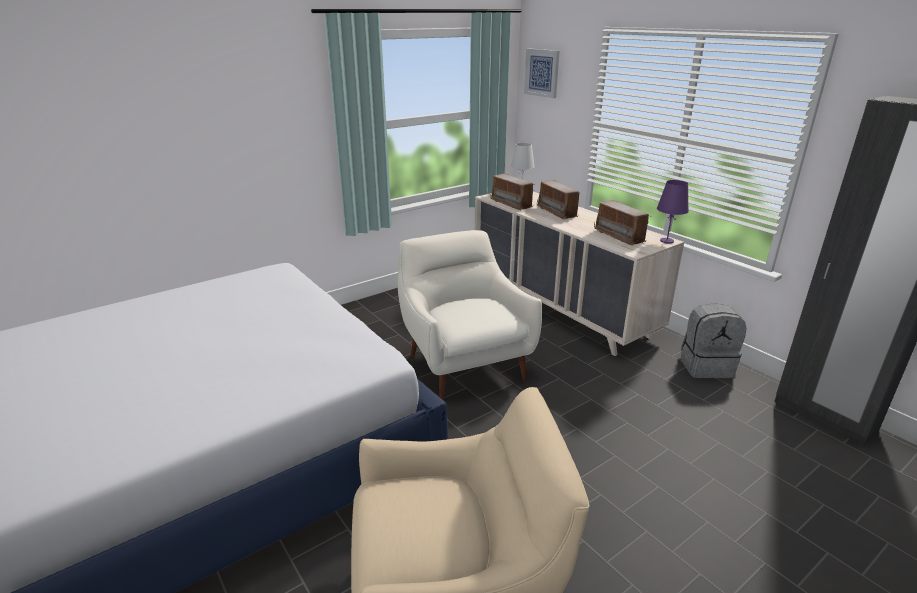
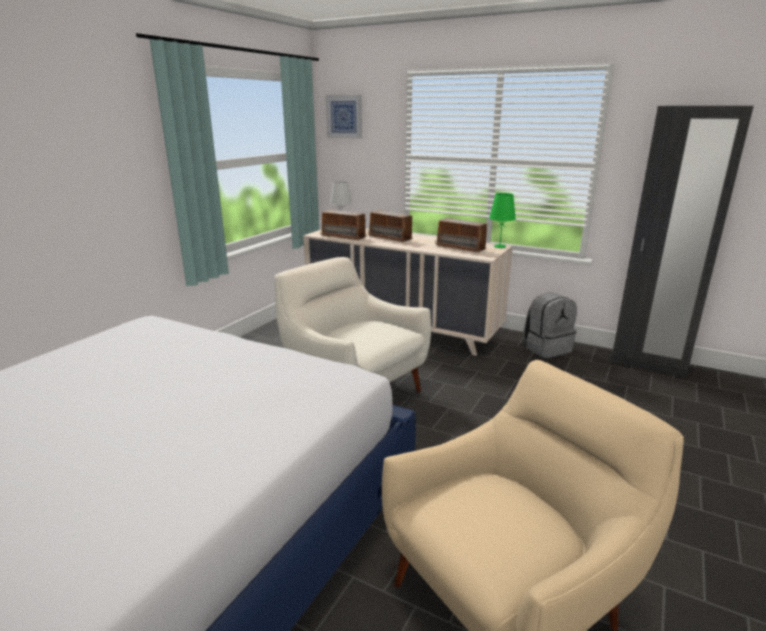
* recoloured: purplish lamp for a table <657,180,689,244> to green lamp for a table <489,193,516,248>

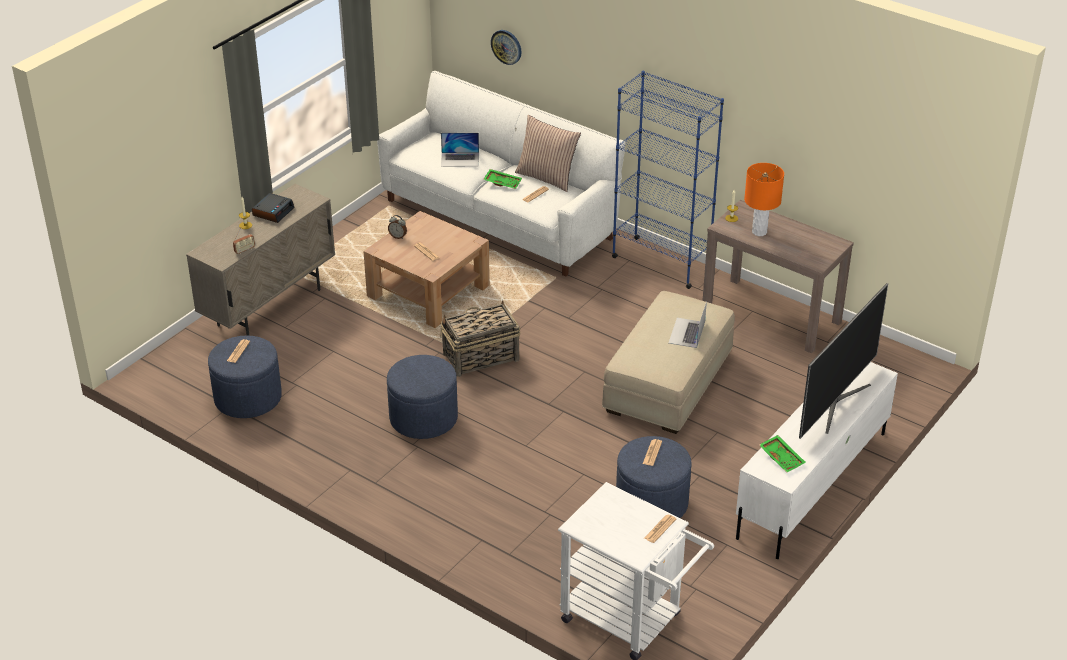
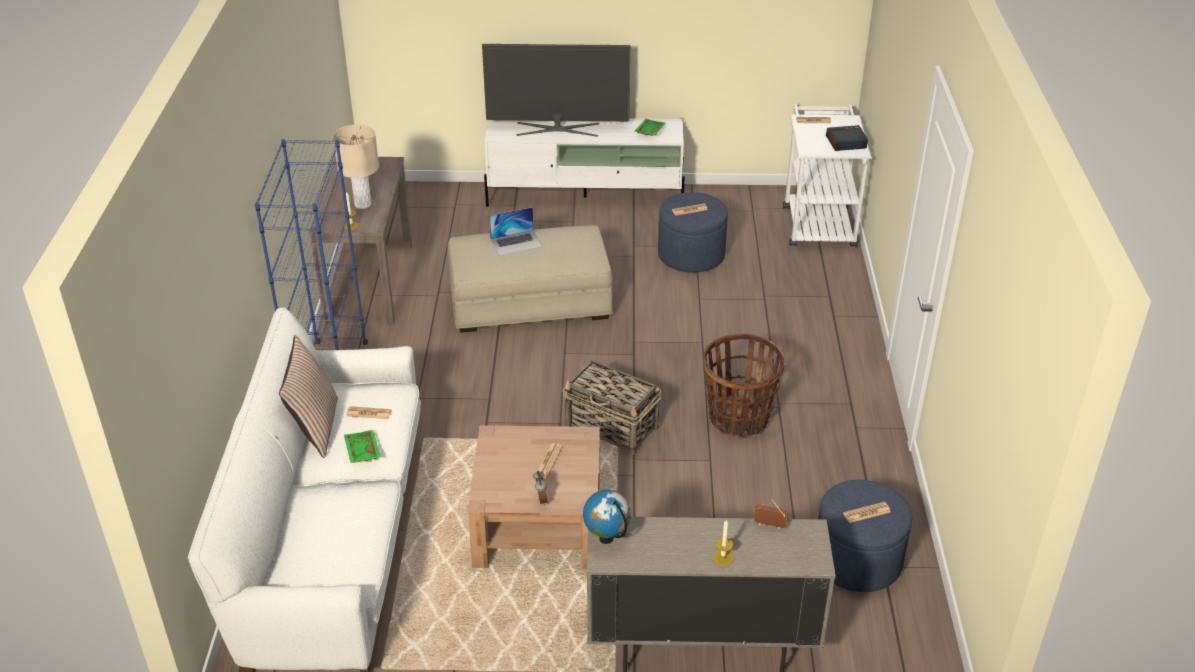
* removed: clock on the wall <491,30,521,65>
* removed: portable computer <441,132,479,167>
* recoloured: orangey lamp for a table <744,163,784,236> to beige lamp for a table <333,125,379,209>
* moved: alarm clock <252,193,294,223> to <826,125,868,151>
* replaced: blue ottoman <387,355,458,439> to basket <703,333,785,437>
* added: world globe <583,490,631,544>

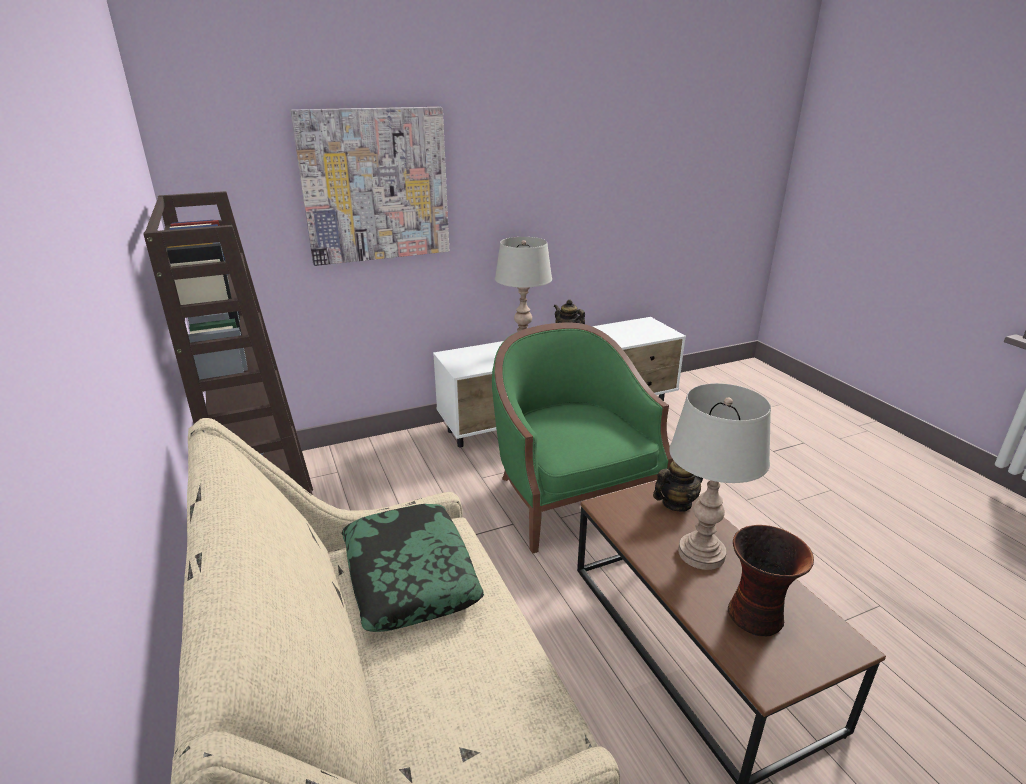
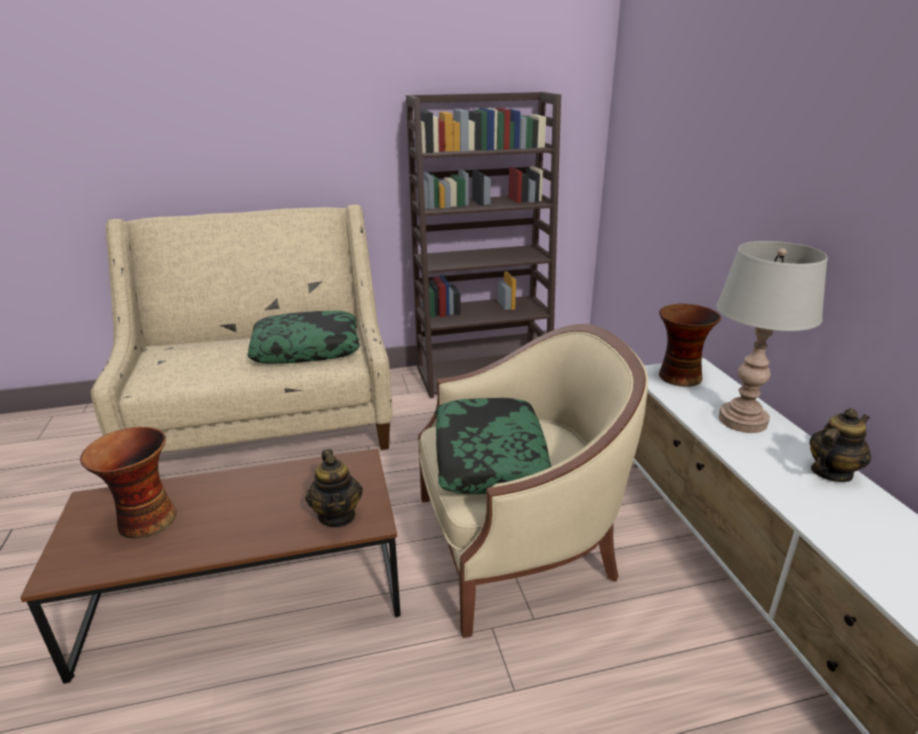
* removed: wall art <291,107,449,266>
* recoloured: green lounge chair <492,322,673,554> to beige lounge chair <418,324,648,638>
* removed: grey lamp for a table <669,383,771,570>
* added: flower vase <659,304,721,387>
* added: pillow <435,398,552,494>

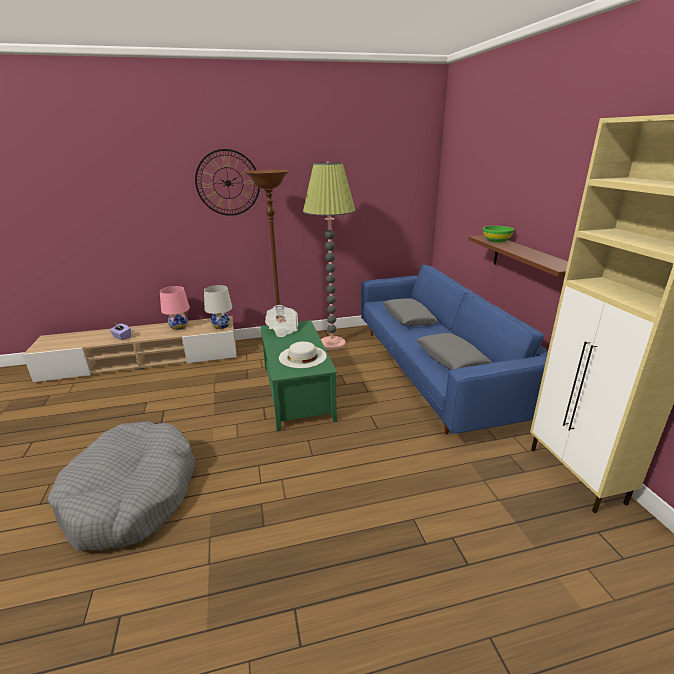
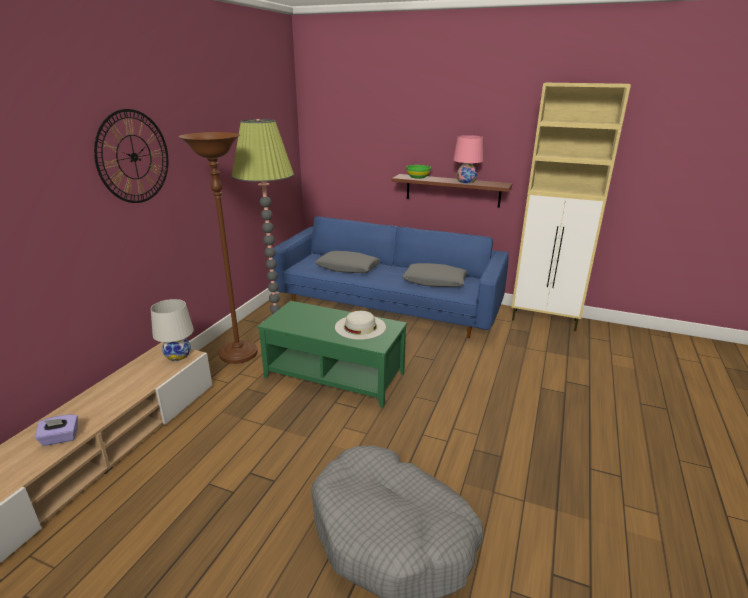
* moved: pinkish lamp for a table <160,286,190,330> to <453,135,483,183>
* removed: newspaper <265,305,298,337>

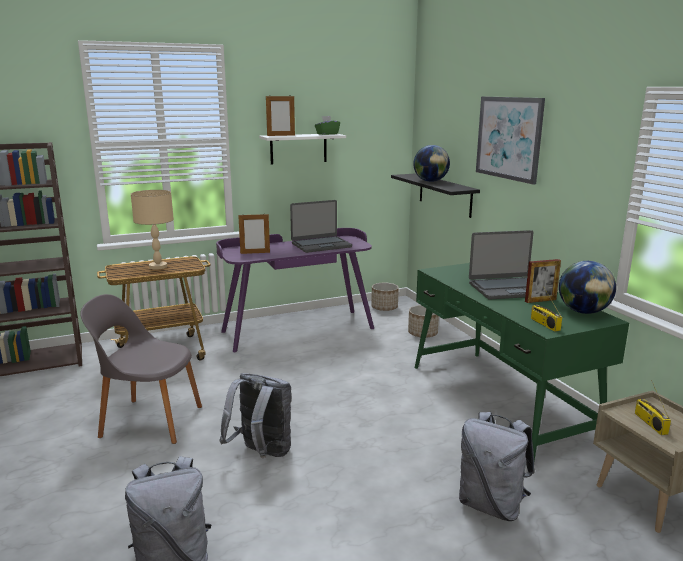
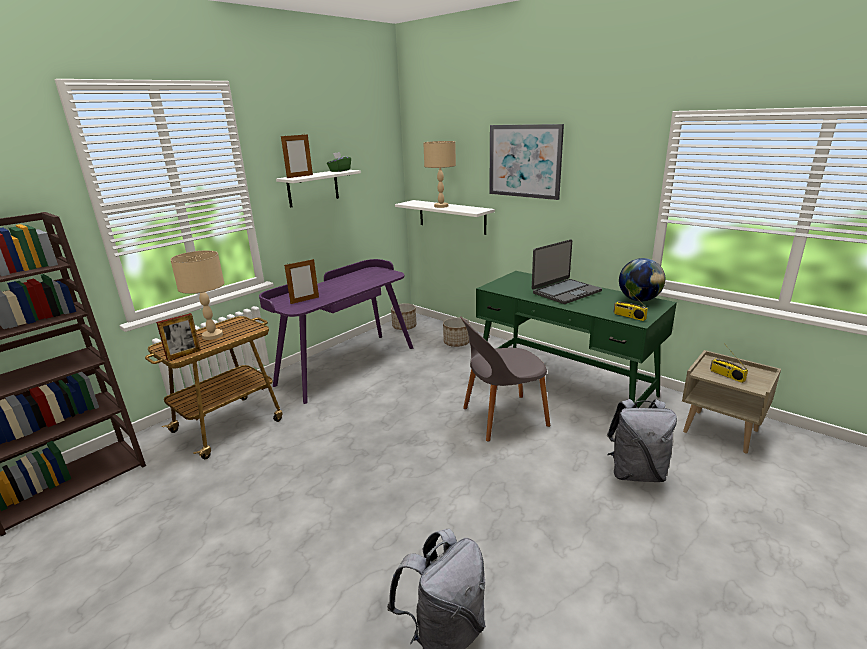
* replaced: world globe <413,145,450,182> to beige lamp for a table <423,141,456,208>
* recoloured: black-coloured wall shelf <391,173,480,218> to white wall shelf <395,200,495,235>
* removed: portable computer <290,200,352,253>
* moved: standing frame <525,259,561,303> to <156,313,201,361>
* moved: grey chair <80,294,202,444> to <460,316,550,442>
* removed: grey rucksack <219,373,291,458>

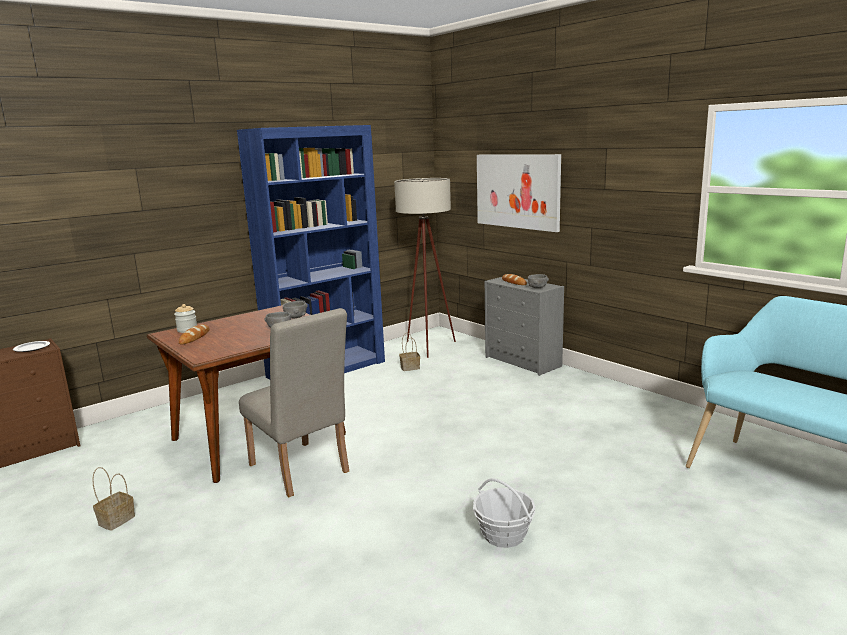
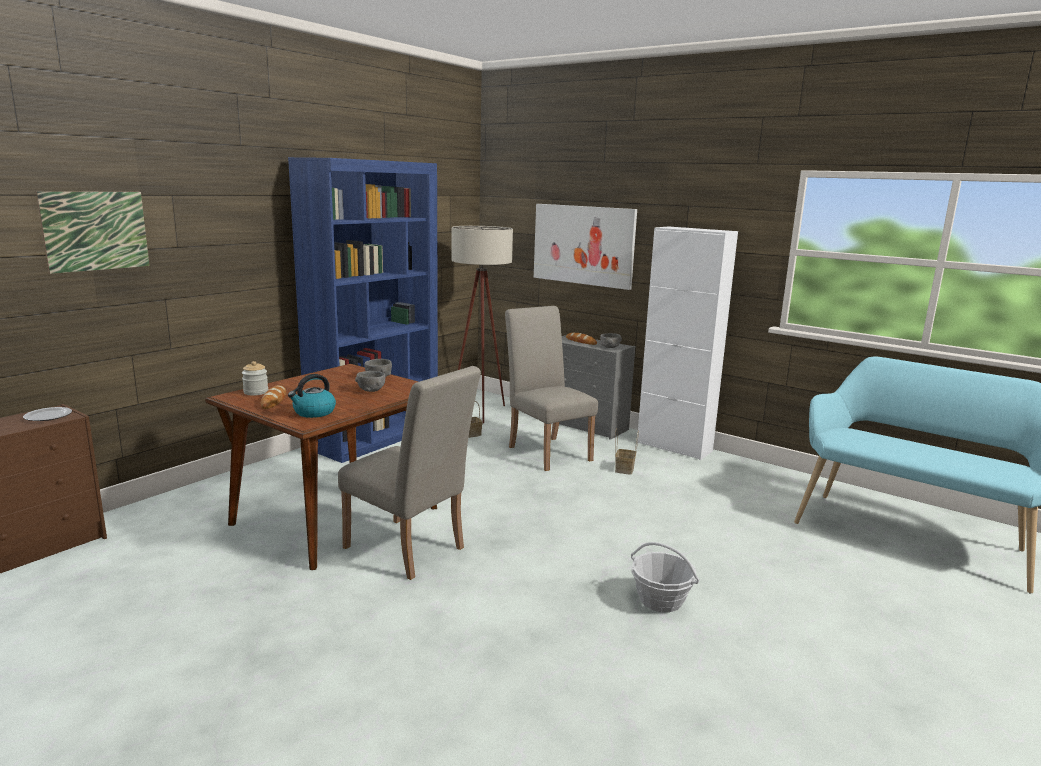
* moved: basket <92,467,135,531> to <615,428,639,475>
* added: wall art <36,191,150,274>
* added: white cabinet <637,226,738,460>
* added: beige chair <505,306,598,471>
* added: tea kettle <288,374,336,418>

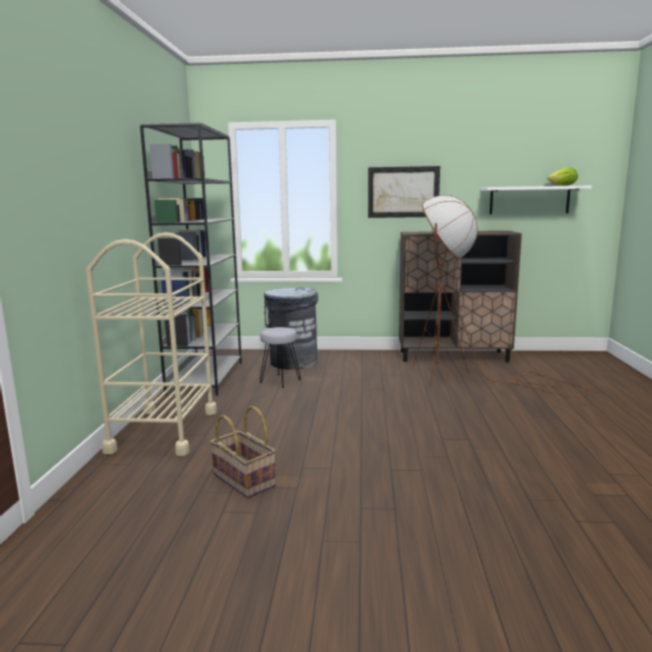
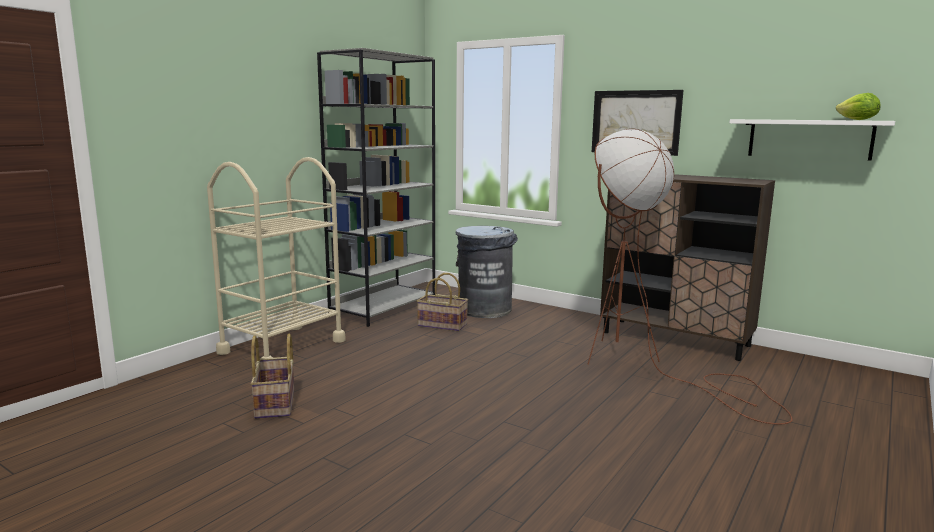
* replaced: grey stool seat <260,327,301,388> to basket <417,273,468,331>

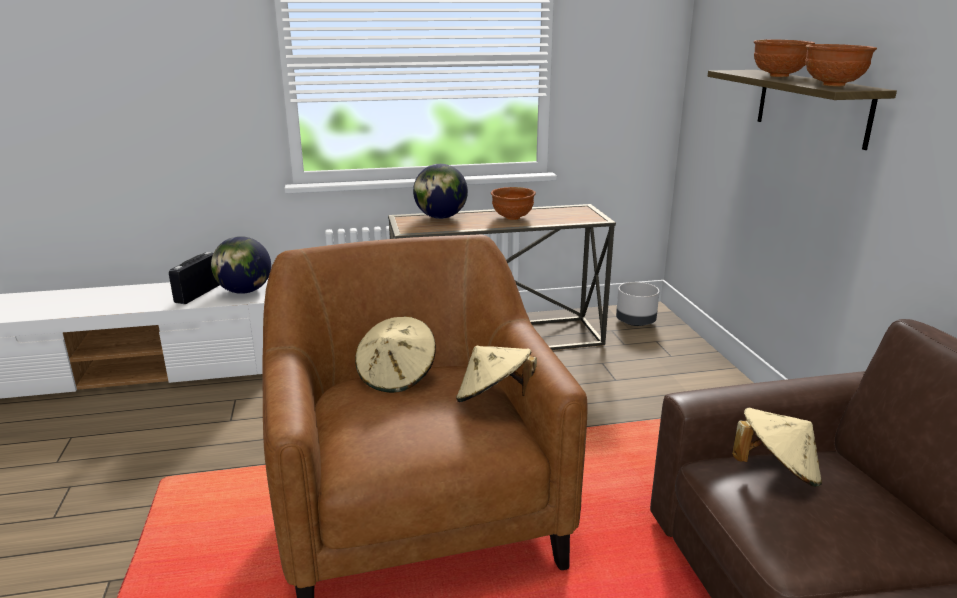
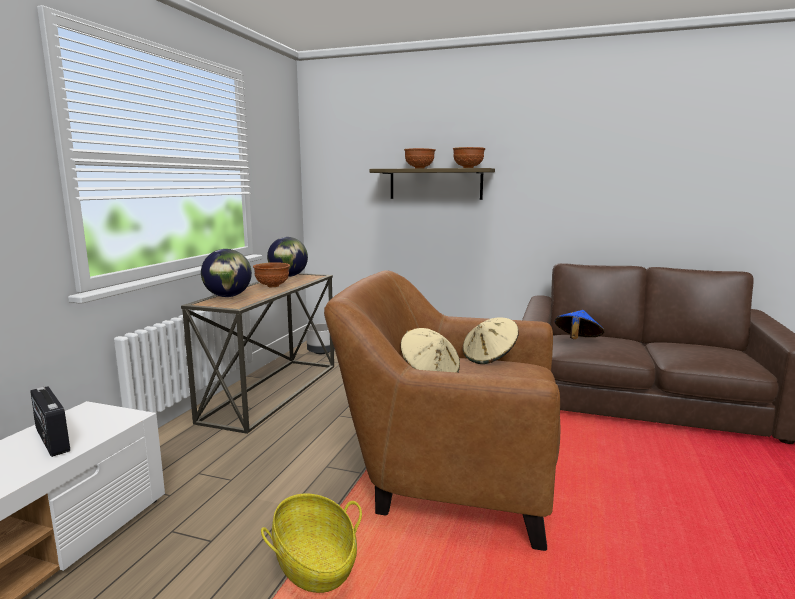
* moved: world globe <211,236,271,294> to <267,237,308,277>
* recoloured: beige wearable hat <732,408,822,487> to blue wearable hat <555,310,605,339>
* added: basket <261,493,362,593>

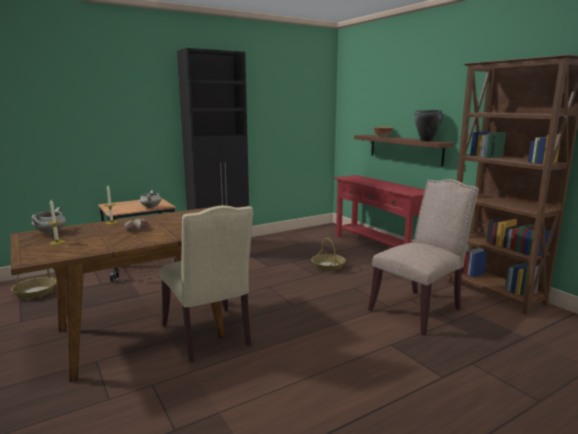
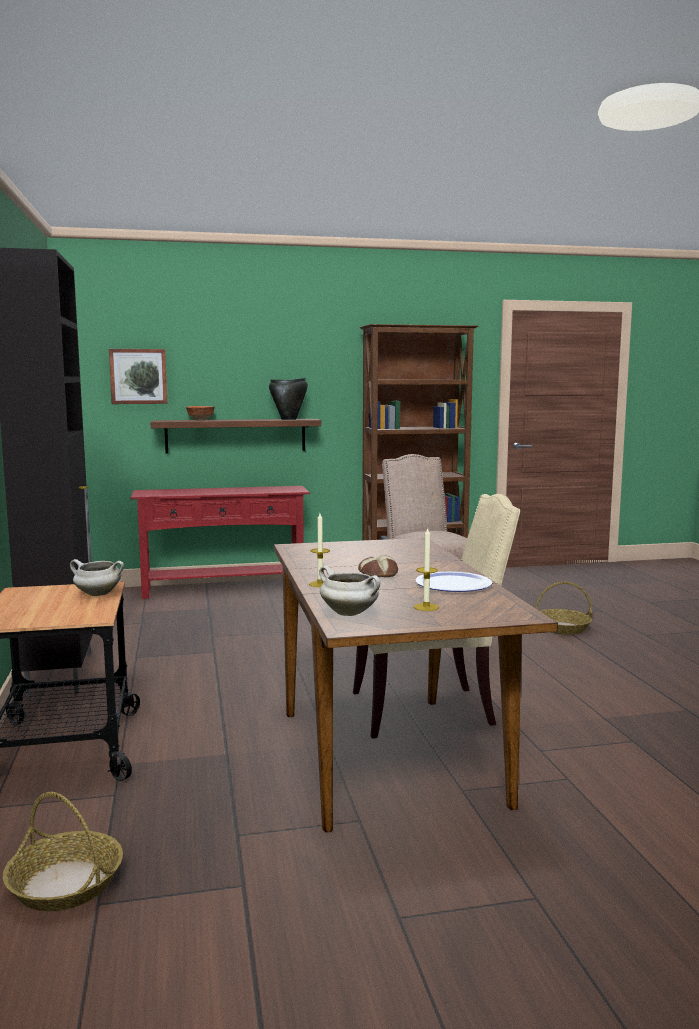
* moved: basket <311,237,346,271> to <535,581,593,634>
* added: wall art <109,349,167,404>
* added: dinner plate <415,571,493,592>

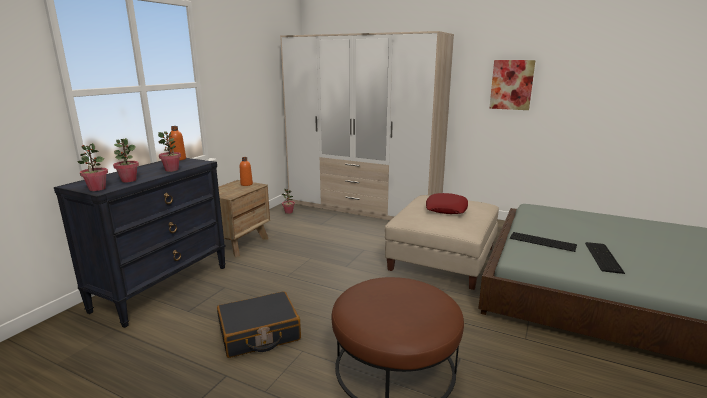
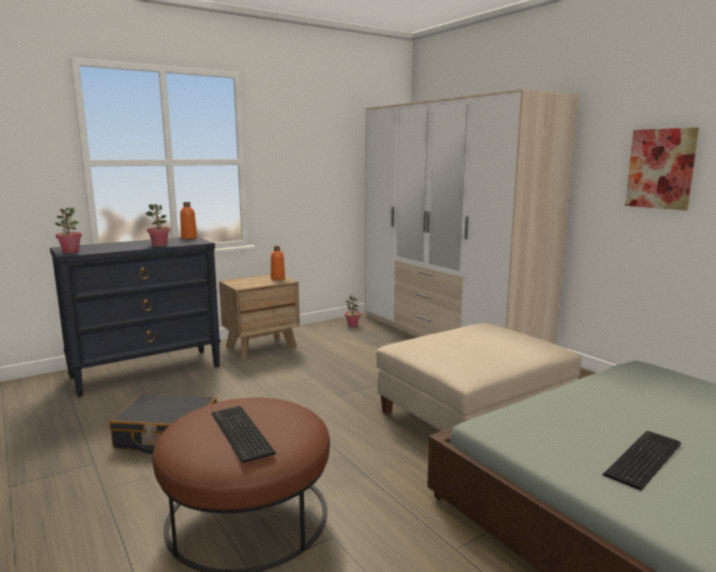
* removed: potted plant <113,138,139,182>
* removed: red pillow <426,193,468,214>
* moved: PC keyboard <510,232,577,252> to <212,406,276,463>

